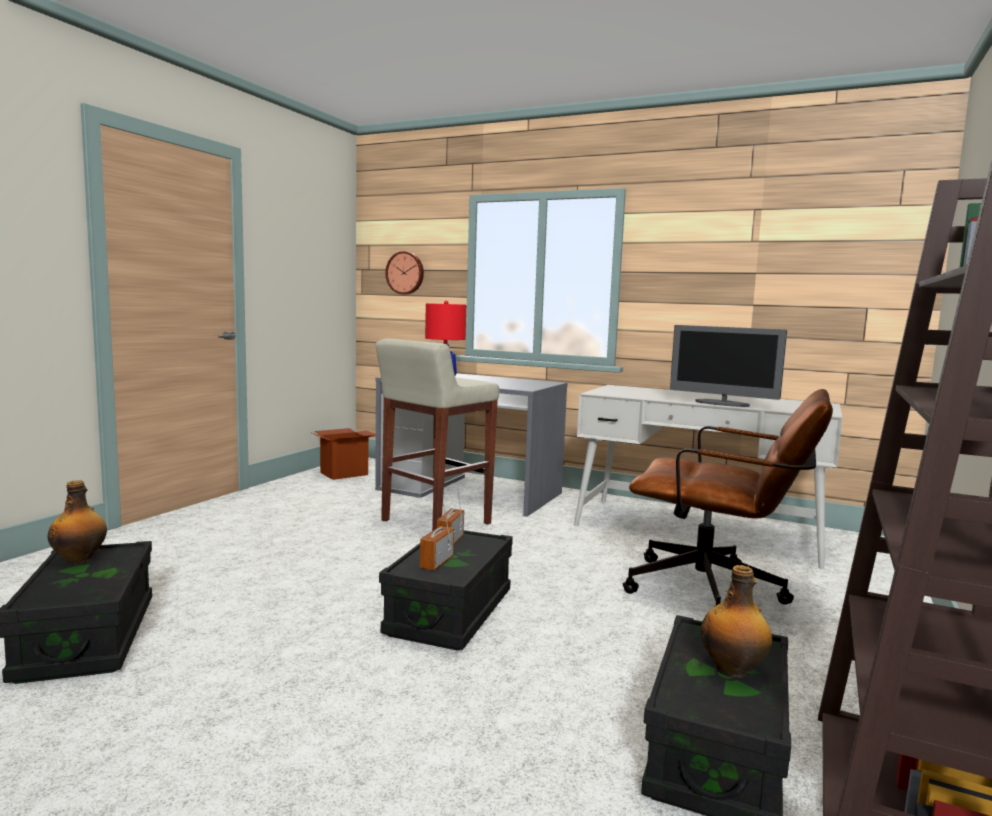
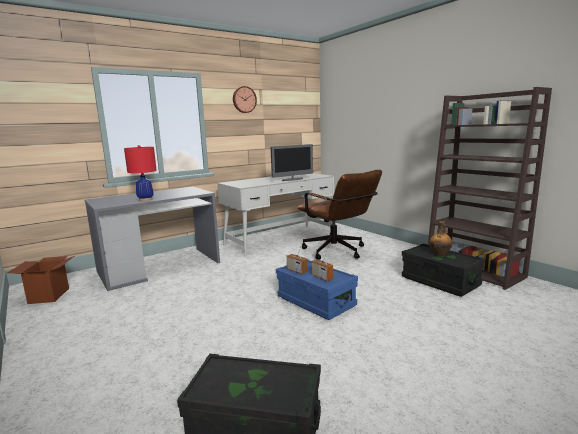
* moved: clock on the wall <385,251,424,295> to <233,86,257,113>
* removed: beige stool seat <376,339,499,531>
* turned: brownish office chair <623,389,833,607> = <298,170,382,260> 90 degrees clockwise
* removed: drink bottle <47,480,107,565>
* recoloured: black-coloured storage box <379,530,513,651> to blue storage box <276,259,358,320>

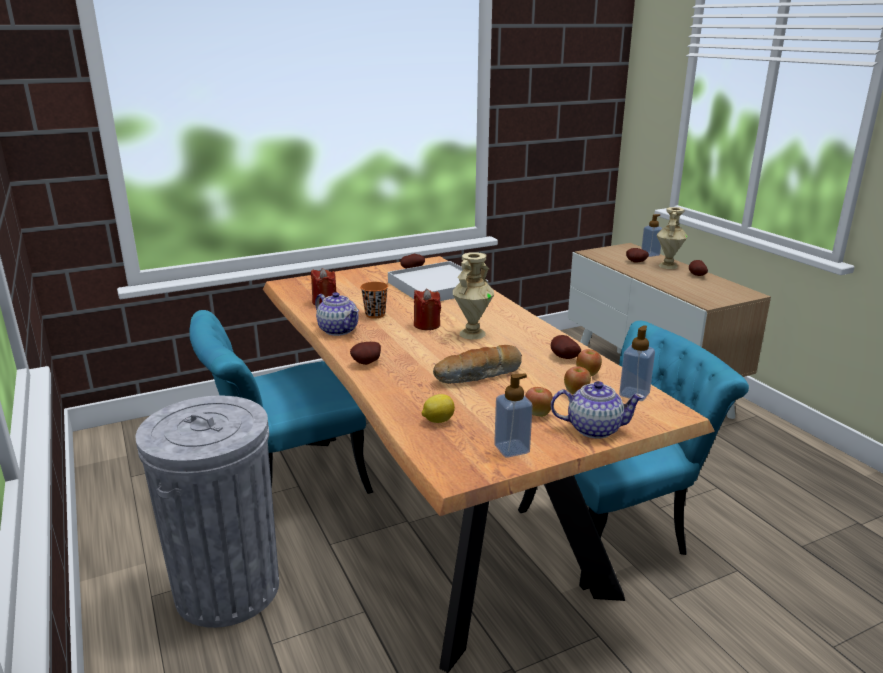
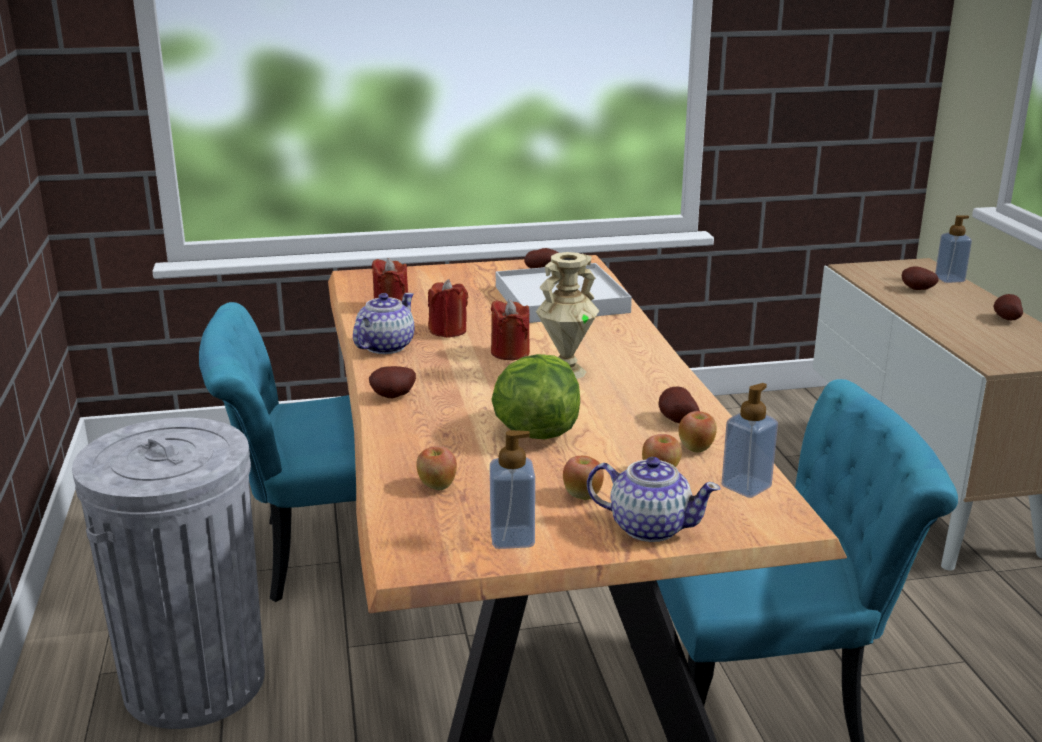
* removed: beige flower vase <657,207,688,269>
* replaced: orangey drinking cup <360,282,388,319> to red candle <428,279,468,338>
* turned: pot for tea <315,292,359,336> = <353,293,415,354> 120 degrees counterclockwise
* replaced: bread <433,345,522,384> to head of lettuce <491,354,580,439>
* replaced: whole lemon <422,394,455,423> to apple <416,446,457,490>

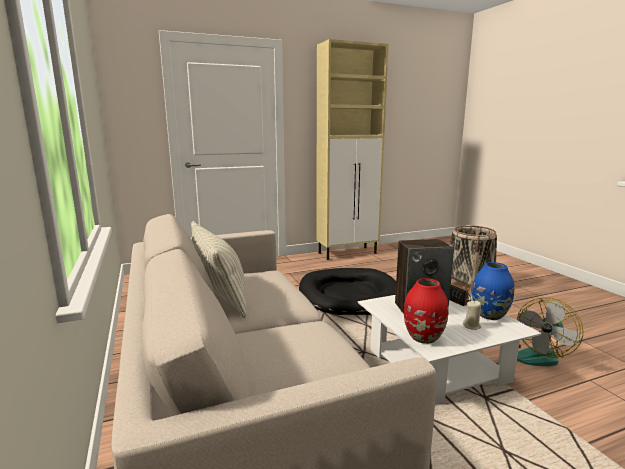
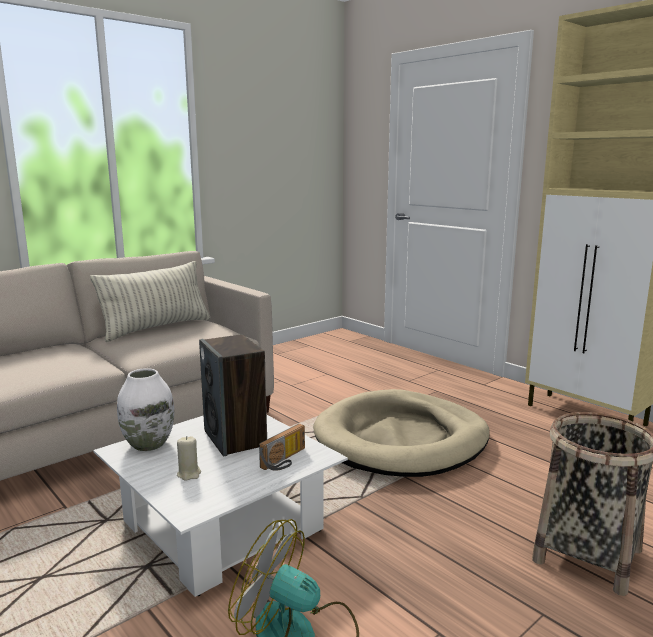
* removed: blue flower vase <472,262,514,320>
* recoloured: black-coloured dog bed <299,268,396,315> to beige dog bed <313,389,490,477>
* recoloured: red flower vase <404,278,449,344> to white flower vase <117,368,174,451>

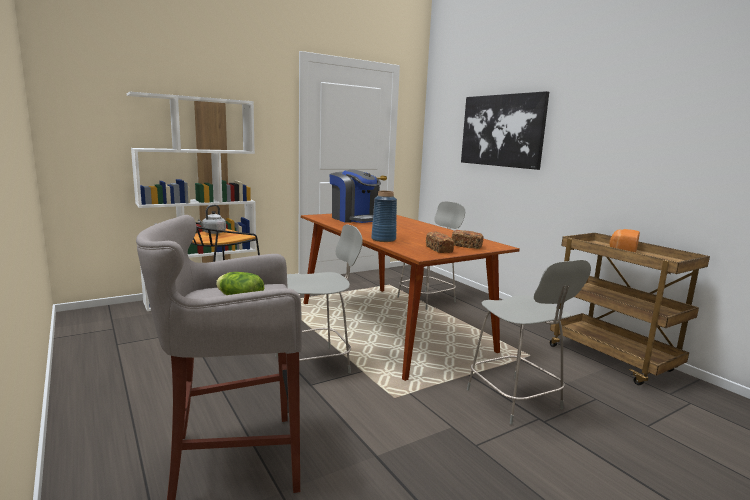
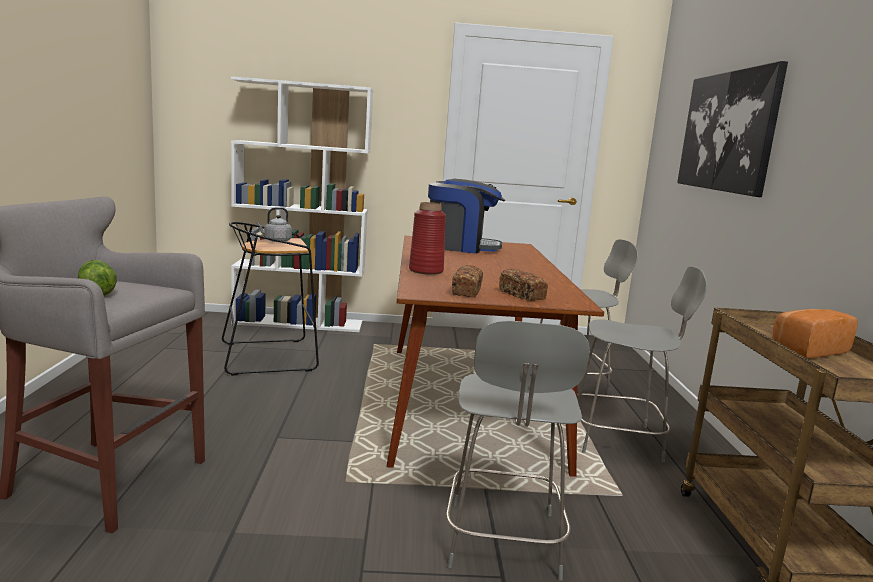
* turned: coffee maker <329,170,381,223> = <428,179,505,253> 75 degrees counterclockwise
* recoloured: blue flower vase <371,191,397,242> to red flower vase <409,202,446,275>
* moved: grey chair <276,225,363,373> to <577,266,707,463>

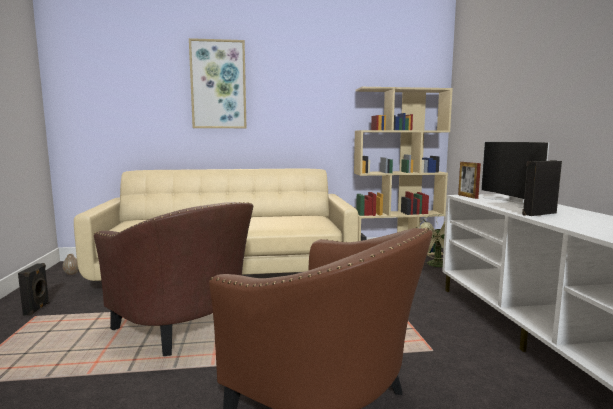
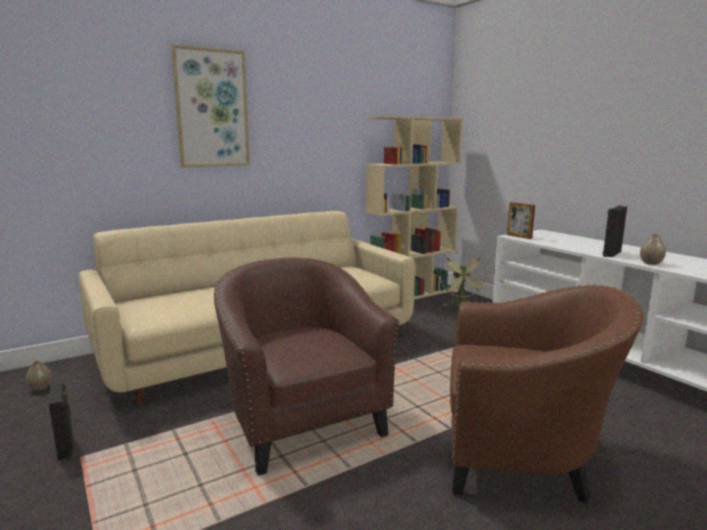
* removed: TV set <481,141,549,208>
* turned: brownish lounge chair <94,202,253,356> = <214,257,399,476> 135 degrees counterclockwise
* added: flower vase <640,234,666,265>

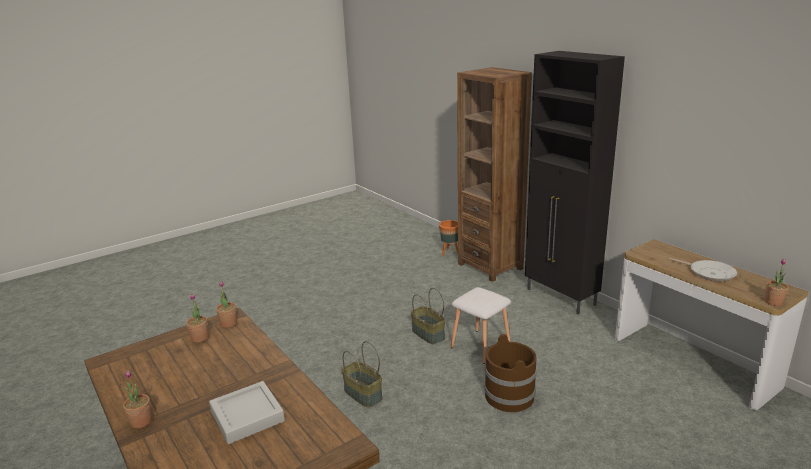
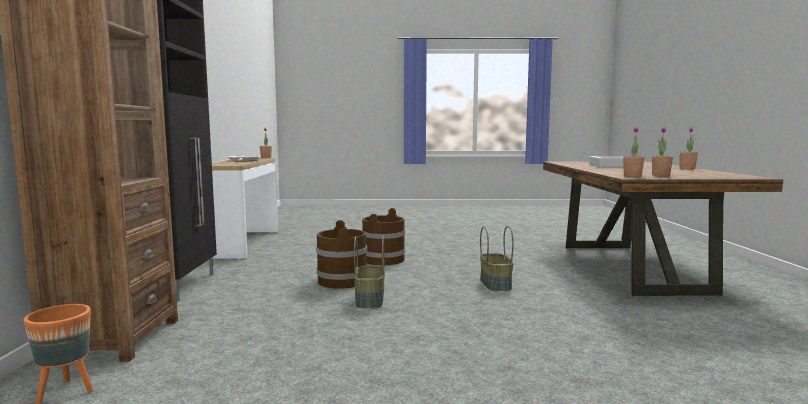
* replaced: white stool seat <450,287,511,364> to brownish pail <316,220,367,289>

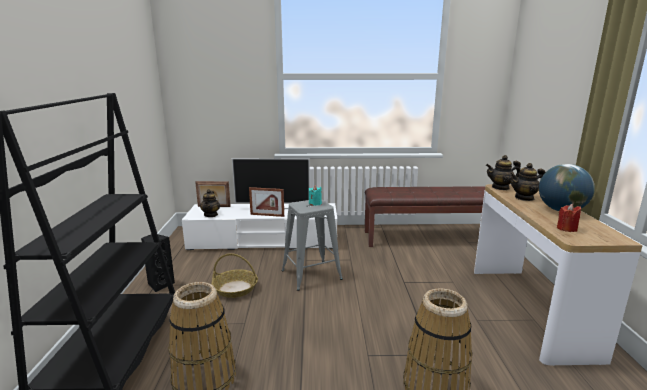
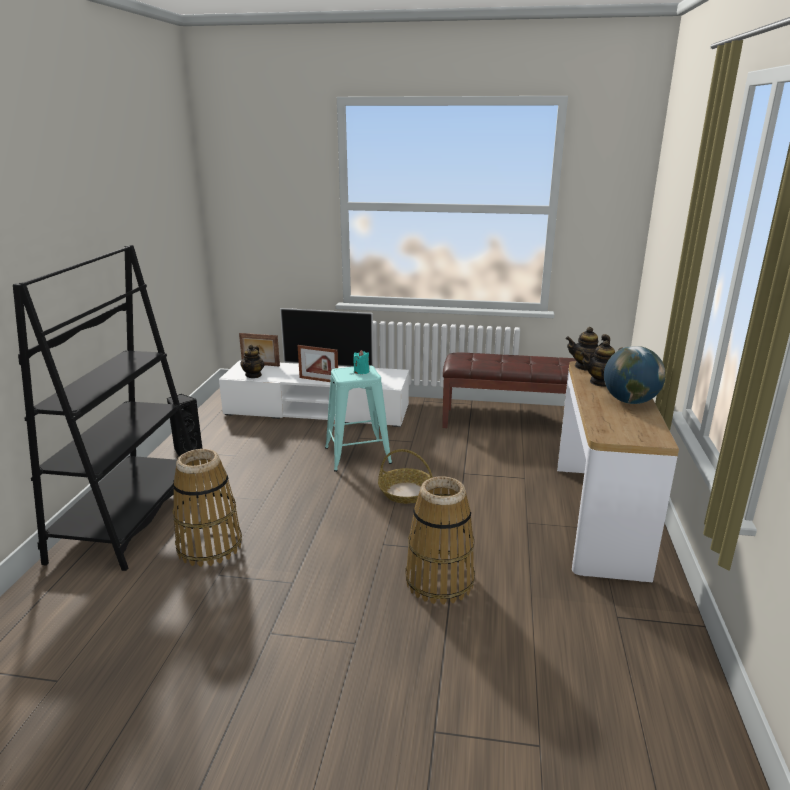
* recoloured: grey stool seat <282,199,343,291> to turquoise-coloured stool seat <325,365,392,472>
* removed: red candle <557,204,581,232>
* moved: basket <211,253,258,298> to <378,449,433,504>

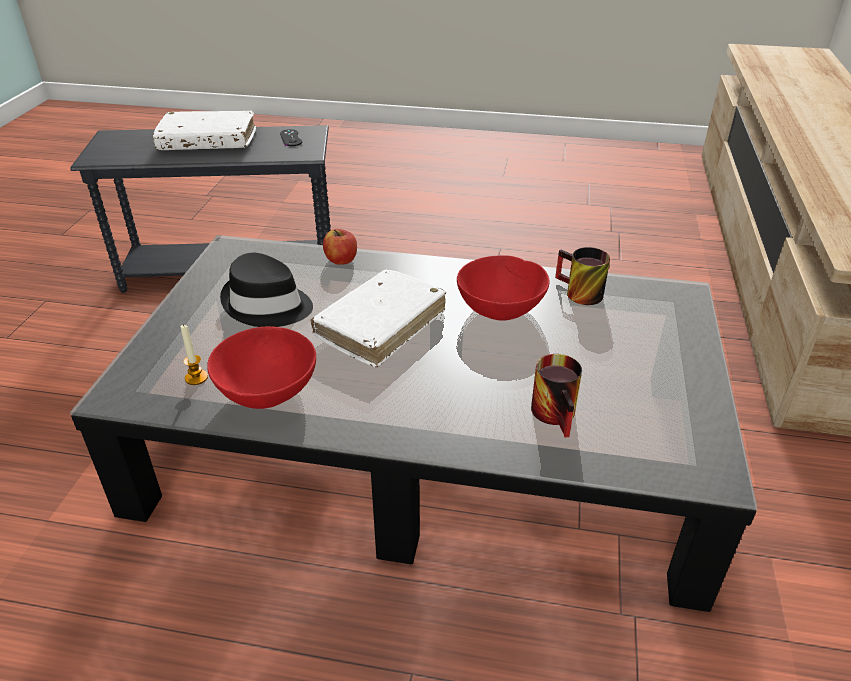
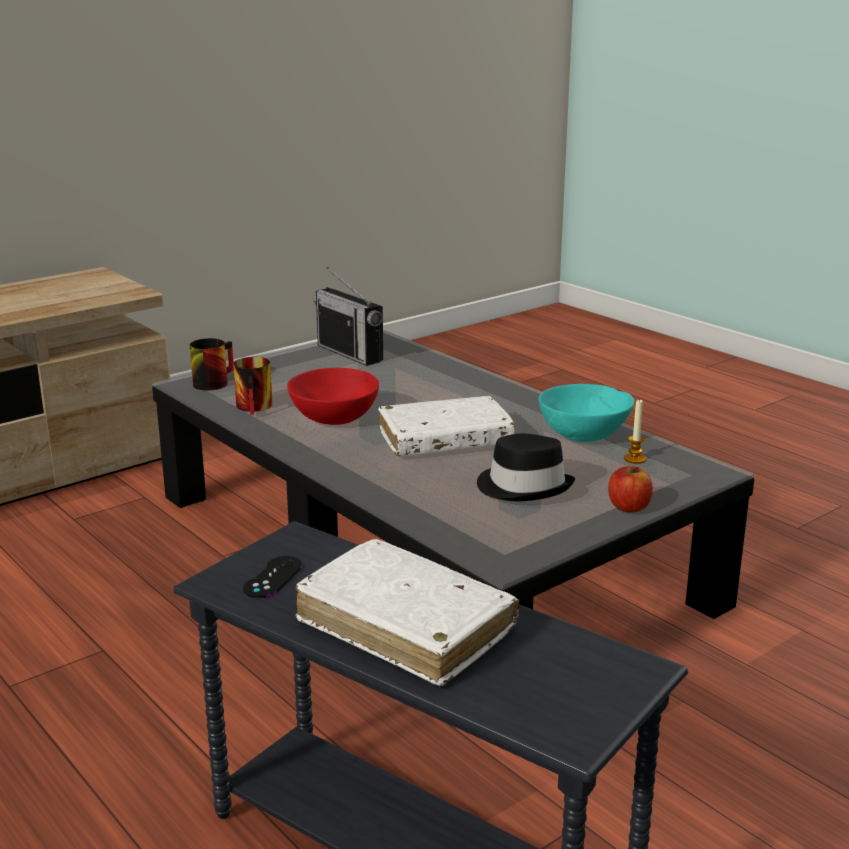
* moved: apple <323,229,357,265> to <608,466,653,512>
* recoloured: red deep dish <207,326,316,409> to turquoise-coloured deep dish <539,384,634,442>
* moved: tea mug <531,354,582,437> to <189,338,234,390>
* added: radio set <313,267,383,366>

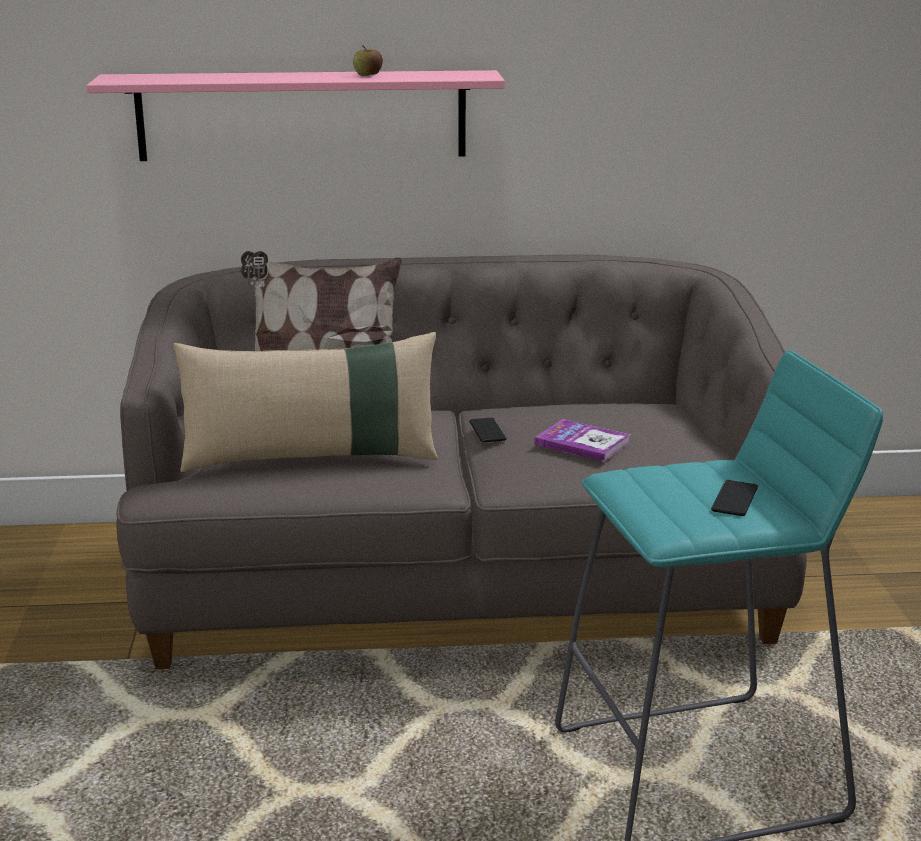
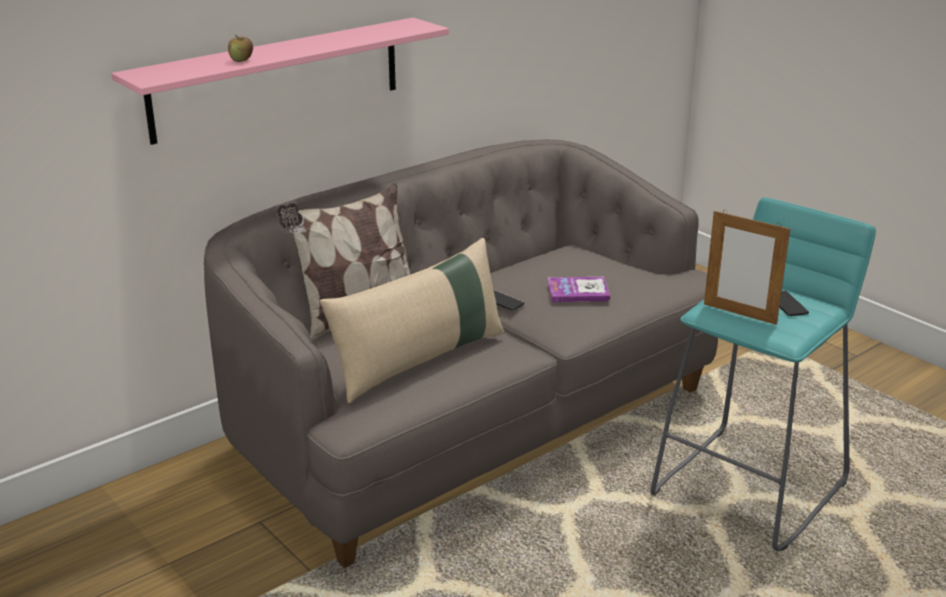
* moved: apple <353,45,383,76> to <228,35,253,62>
* added: standing frame <704,210,790,325>

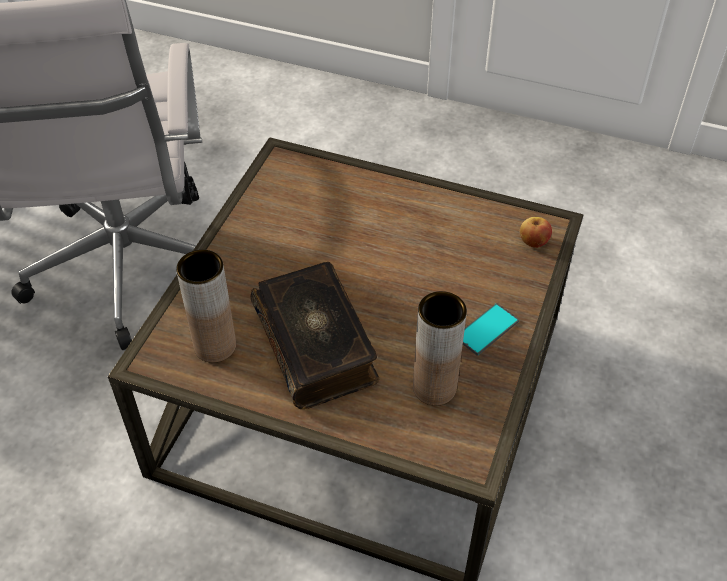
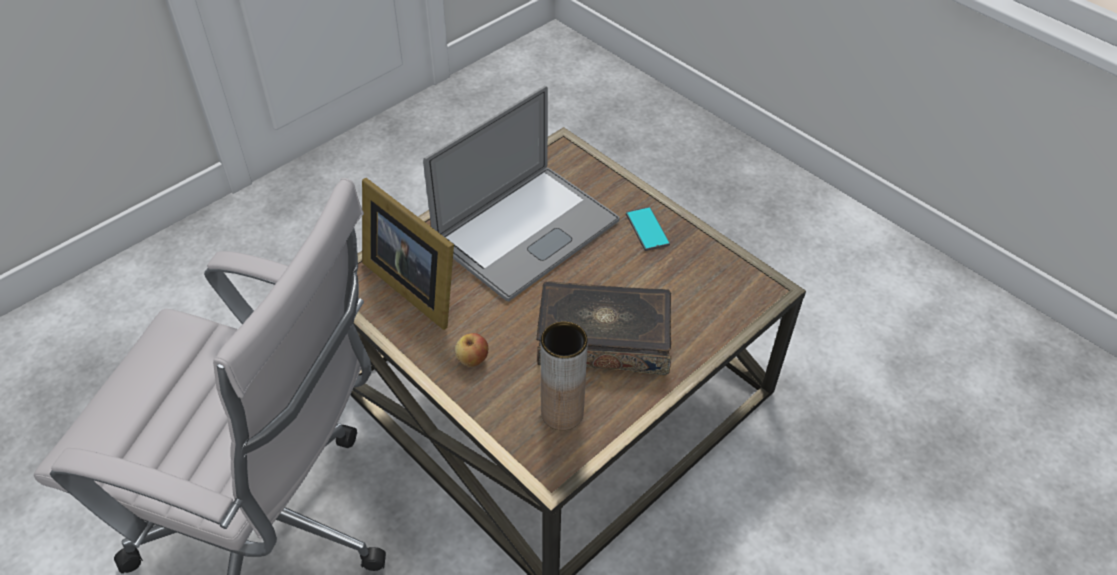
* moved: apple <520,217,552,248> to <455,333,488,367>
* removed: brownish flower vase <413,291,467,406>
* added: portable computer <423,86,620,301>
* added: standing frame <362,178,454,330>

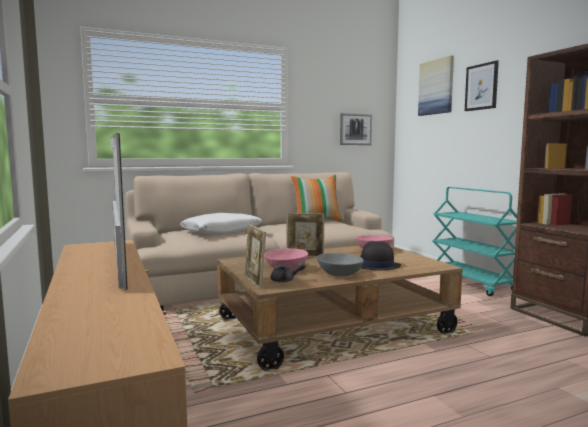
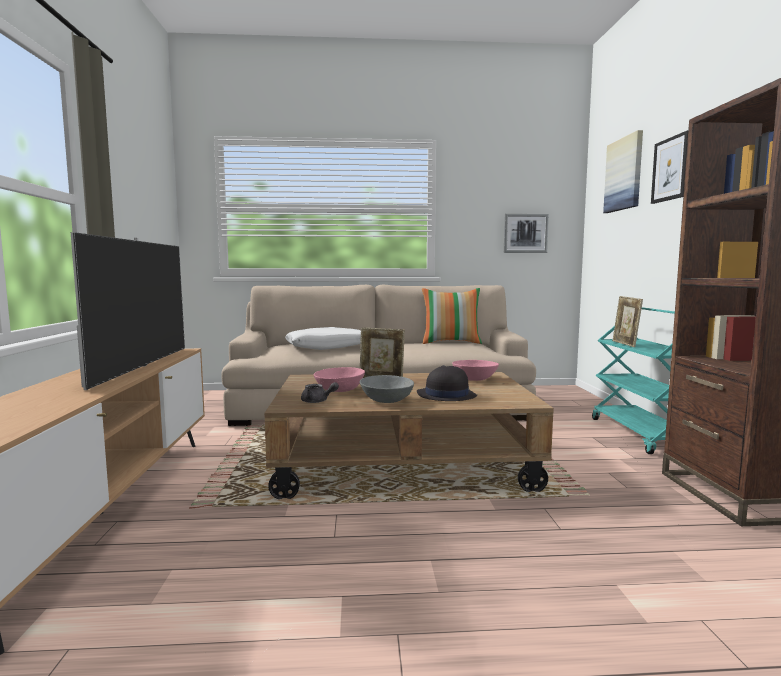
* moved: standing frame <244,224,266,289> to <612,296,643,347>

